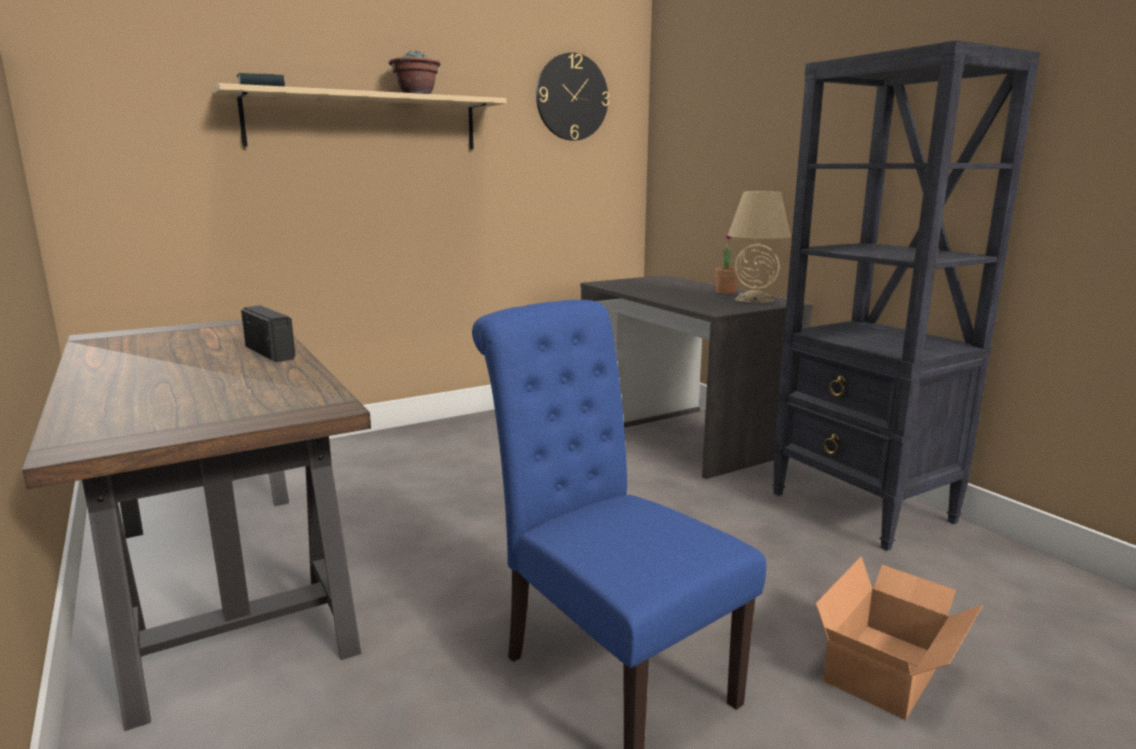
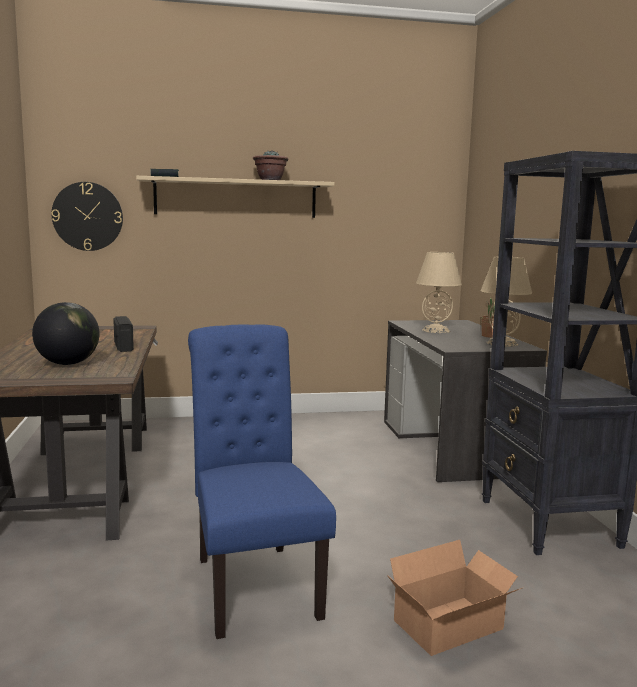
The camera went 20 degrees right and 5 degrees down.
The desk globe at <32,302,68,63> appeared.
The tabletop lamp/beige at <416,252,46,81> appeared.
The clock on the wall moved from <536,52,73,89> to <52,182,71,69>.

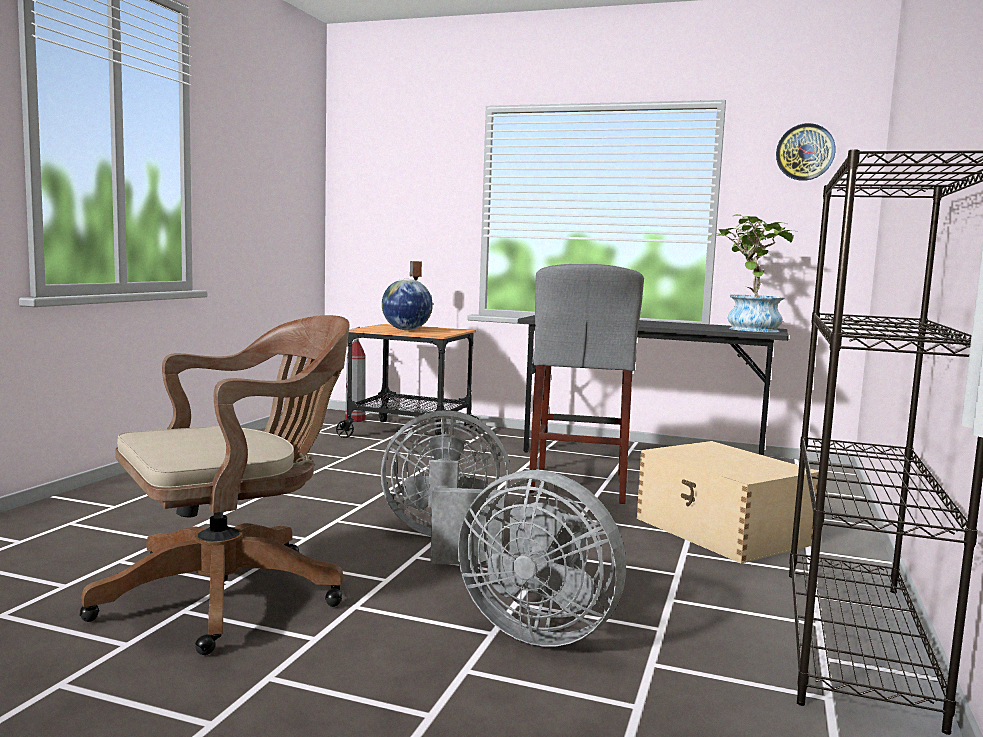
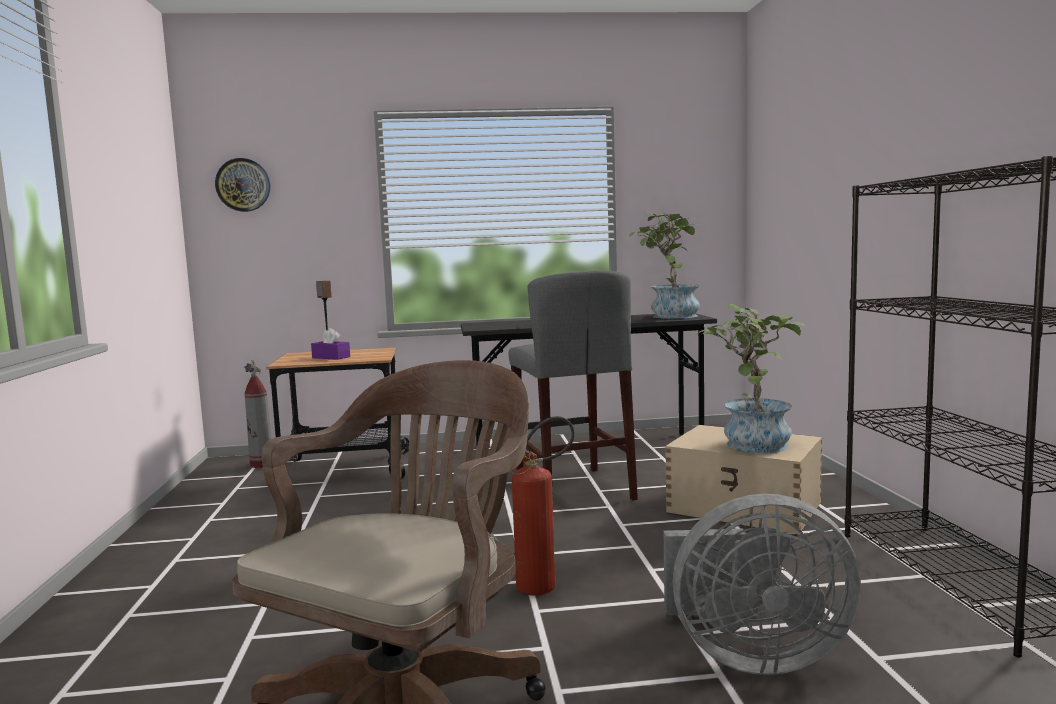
The camera went 25 degrees left and 0 degrees up.
The houseplant at <695,304,110,149> appeared.
The clock on the wall moved from <776,123,59,58> to <215,158,55,54>.
The fan/grey at <381,410,130,156> was replaced by the fire extinguisher at <511,416,64,180>.
The desk globe at <382,279,51,51> was replaced by the box of tissues/purplish at <311,328,39,32>.

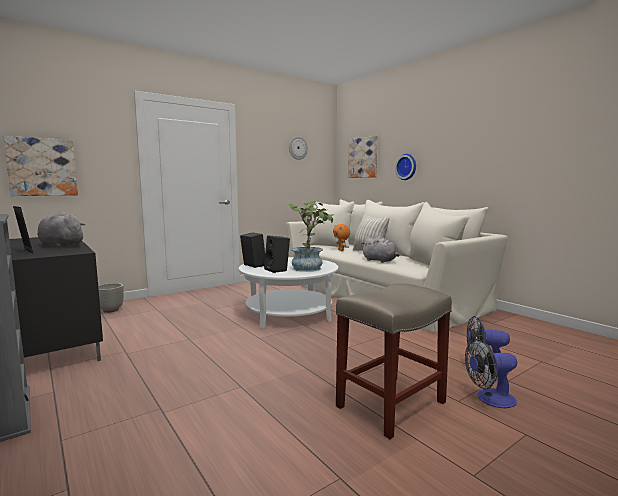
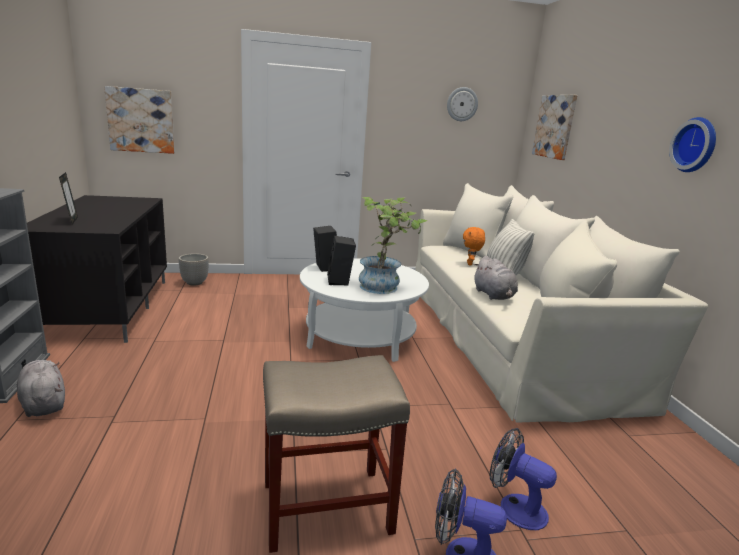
The camera went 25 degrees right and 10 degrees up.
The soft toy/grey moved from <37,212,48,36> to <17,360,48,57>.
The clock on the wall moved from <395,154,21,26> to <669,117,47,55>.

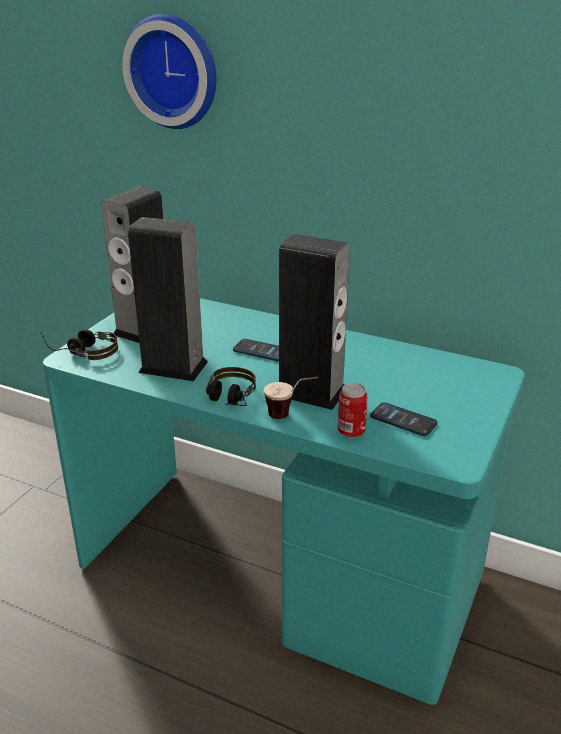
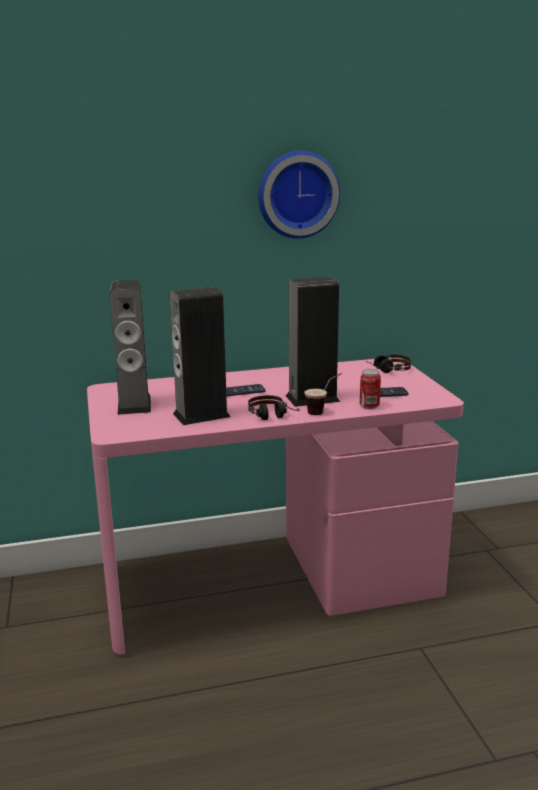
The camera went 40 degrees left and 10 degrees down.
The headset moved from <40,329,78,31> to <366,354,45,19>.
The clock on the wall moved from <122,14,94,115> to <258,150,82,89>.
The desk/blue-green at <43,298,482,407> became the desk/pink at <87,357,377,298>.

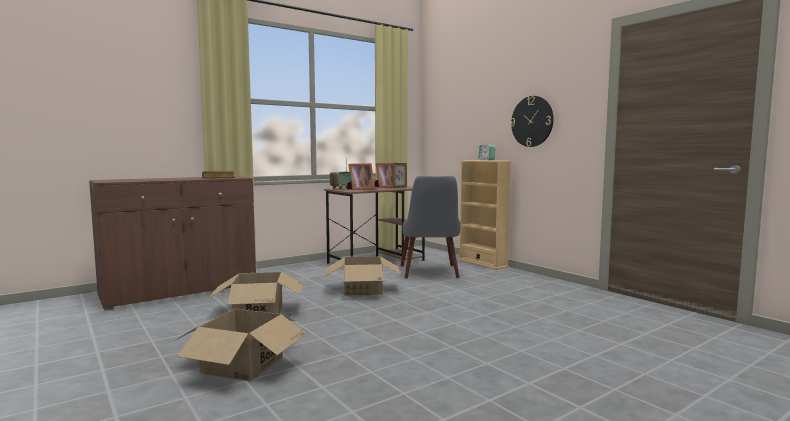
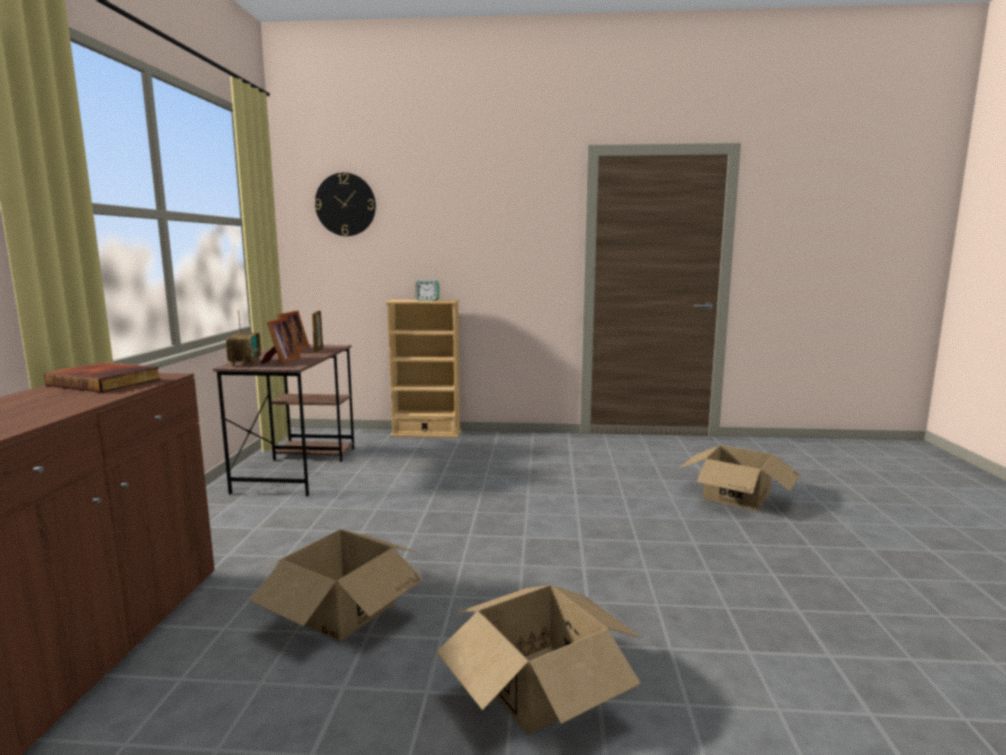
The camera went 50 degrees left and 5 degrees up.
The upright chair/grey at <401,175,60,104> disappeared.
The carton moved from <325,256,76,40> to <680,445,120,66>.
The clock on the wall moved from <510,96,44,51> to <314,173,62,63>.

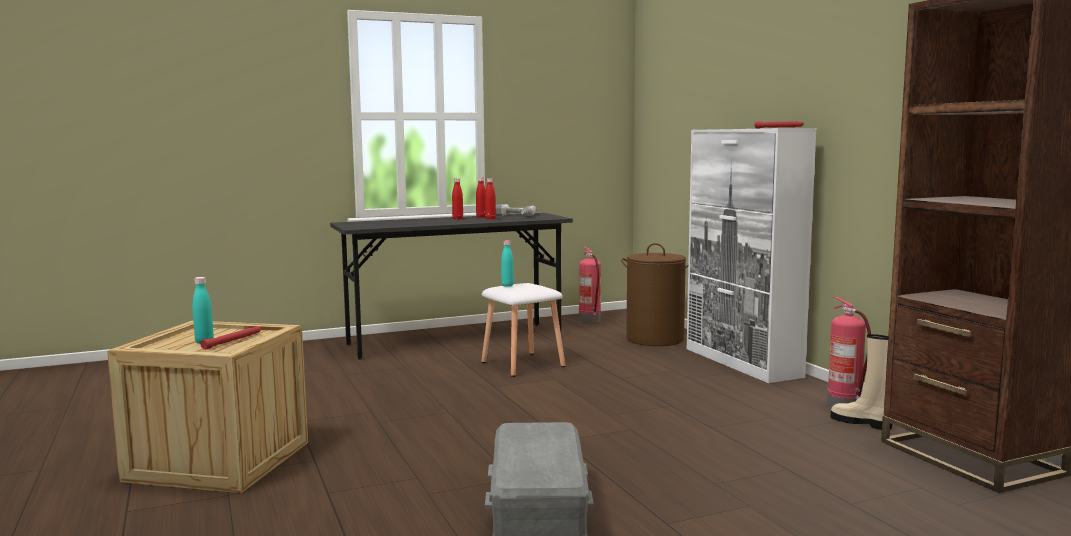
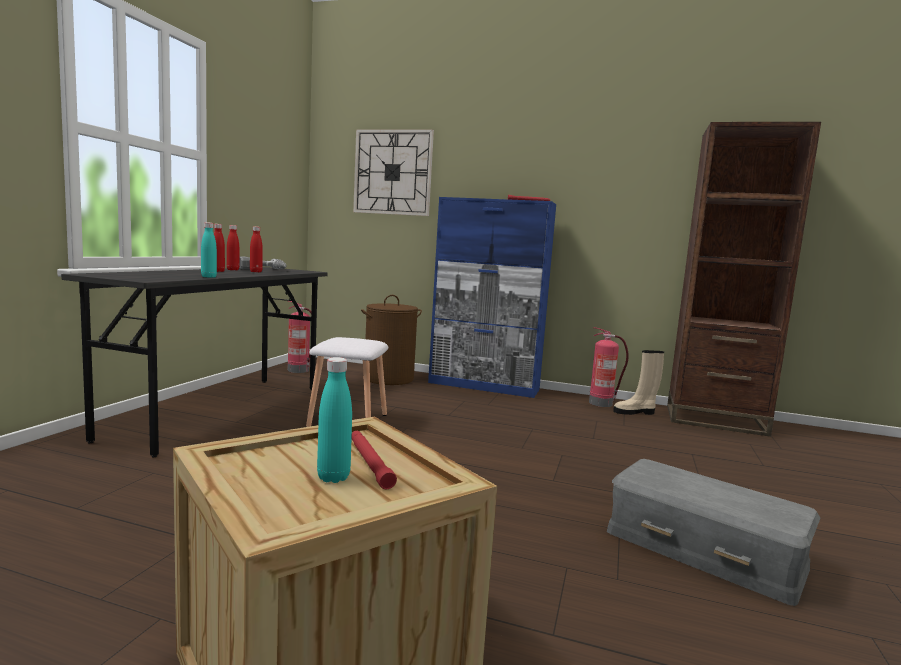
The camera went 50 degrees left and 0 degrees up.
The clock on the wall at <353,129,81,87> appeared.
The beverage bottle/blue-green moved from <501,240,13,47> to <201,222,16,56>.
The cupboard/white-coloured at <687,128,130,255> became the cupboard/bluish at <428,197,128,201>.

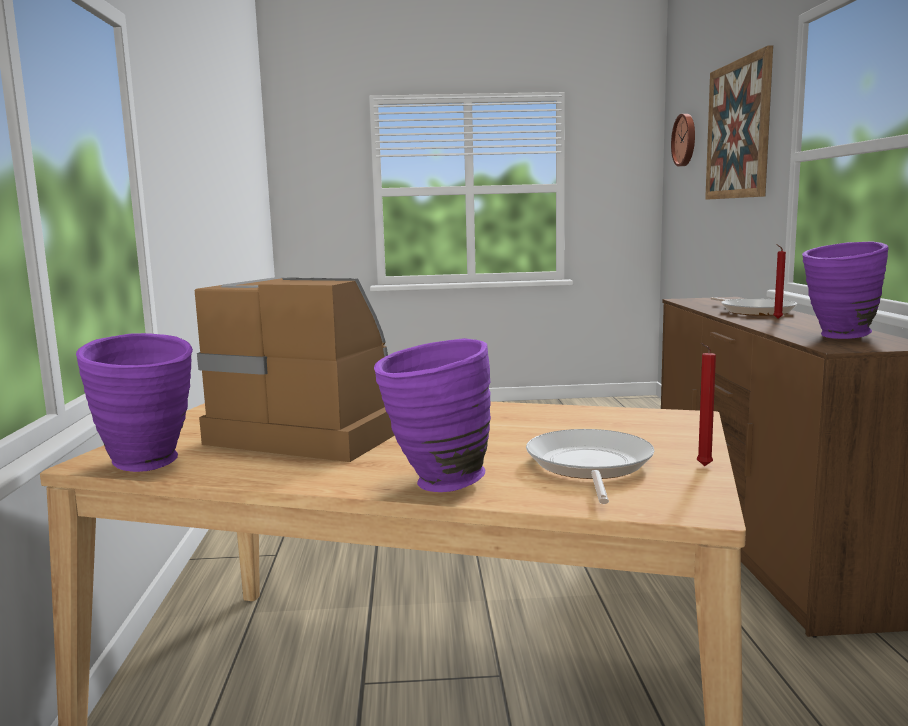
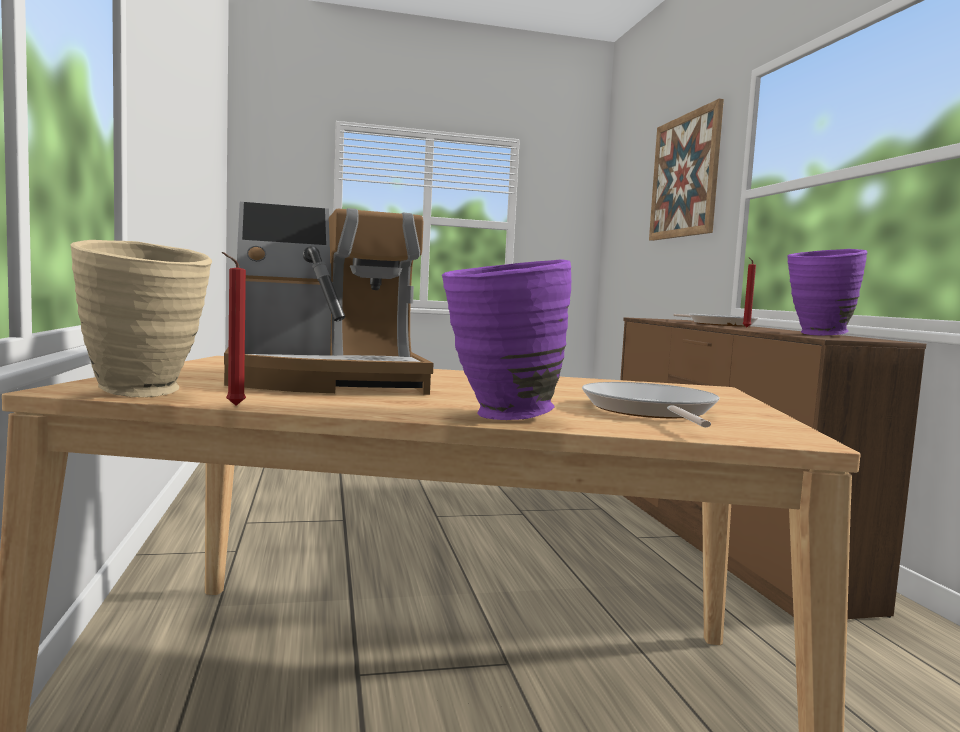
The camera went 10 degrees left and 5 degrees down.
The clock on the wall at <671,114,24,52> disappeared.
The wax candle/reddish moved from <697,343,19,123> to <222,252,24,154>.
The vase/purplish at <76,333,117,139> became the vase/beige at <70,240,142,157>.
The coffee maker at <195,277,200,185> turned 150 degrees clockwise.

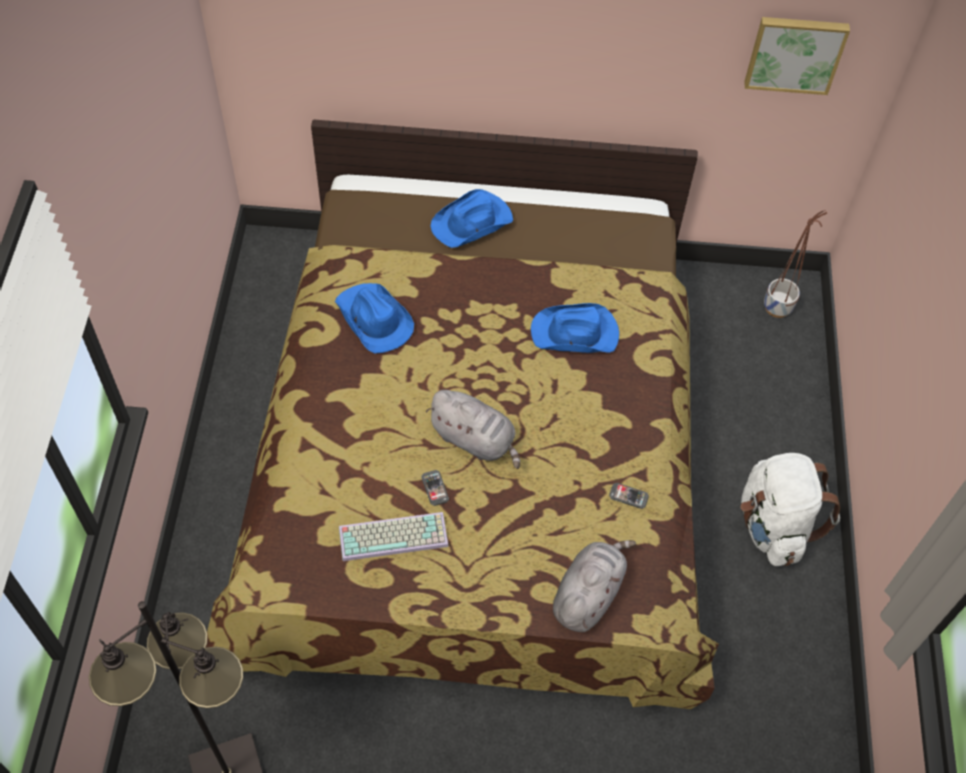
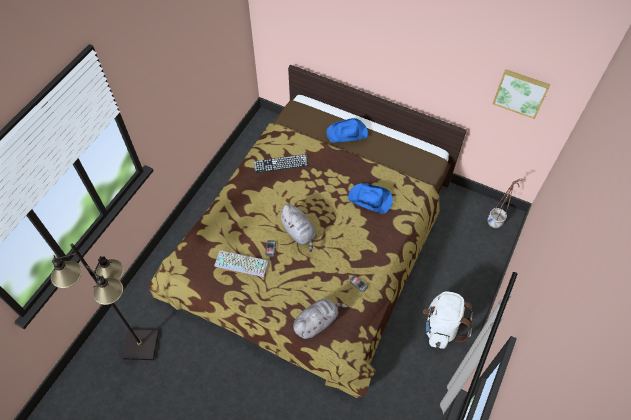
The camera went 25 degrees right and 0 degrees up.
The wearable hat/bluish at <335,283,79,71> was replaced by the computer keyboard at <254,154,54,19>.

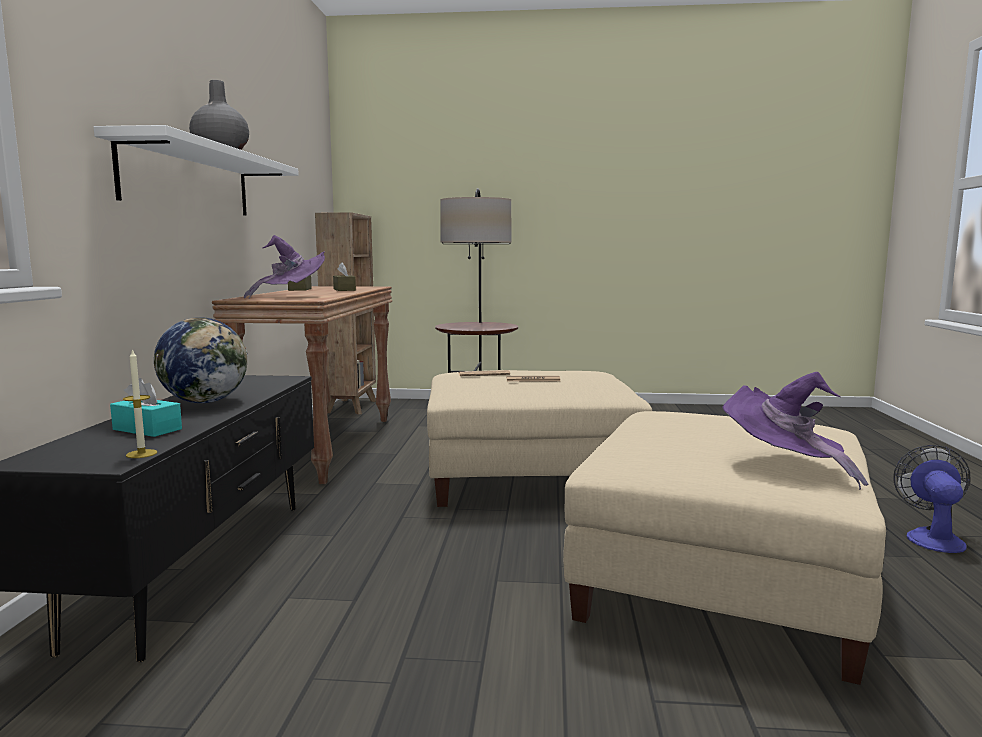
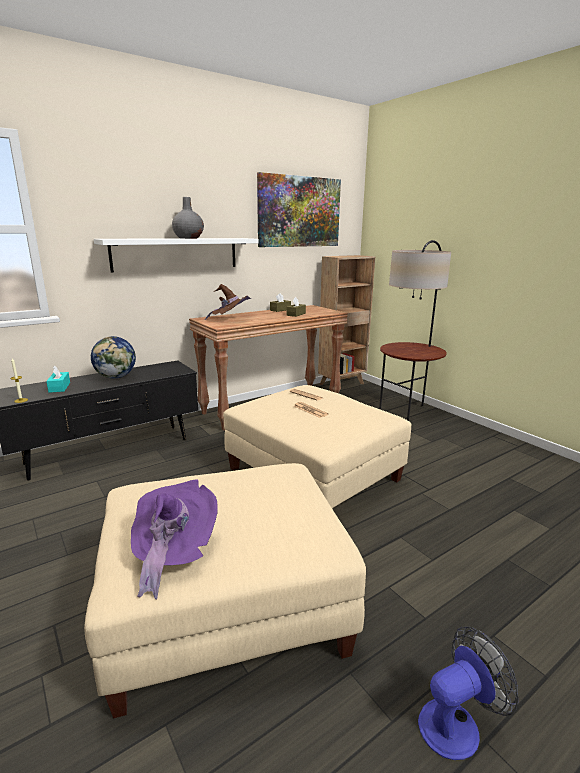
The camera went 50 degrees right and 10 degrees up.
The picture at <257,172,84,75> appeared.
The wearable hat/purplish at <244,235,81,64> became the wearable hat/brown at <205,284,46,36>.

